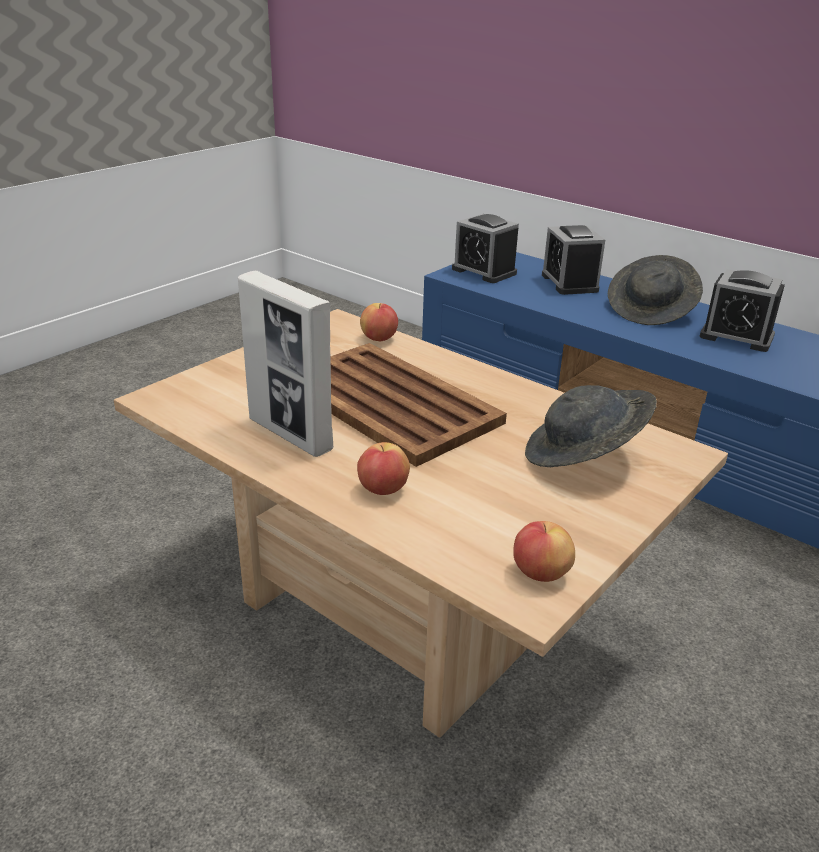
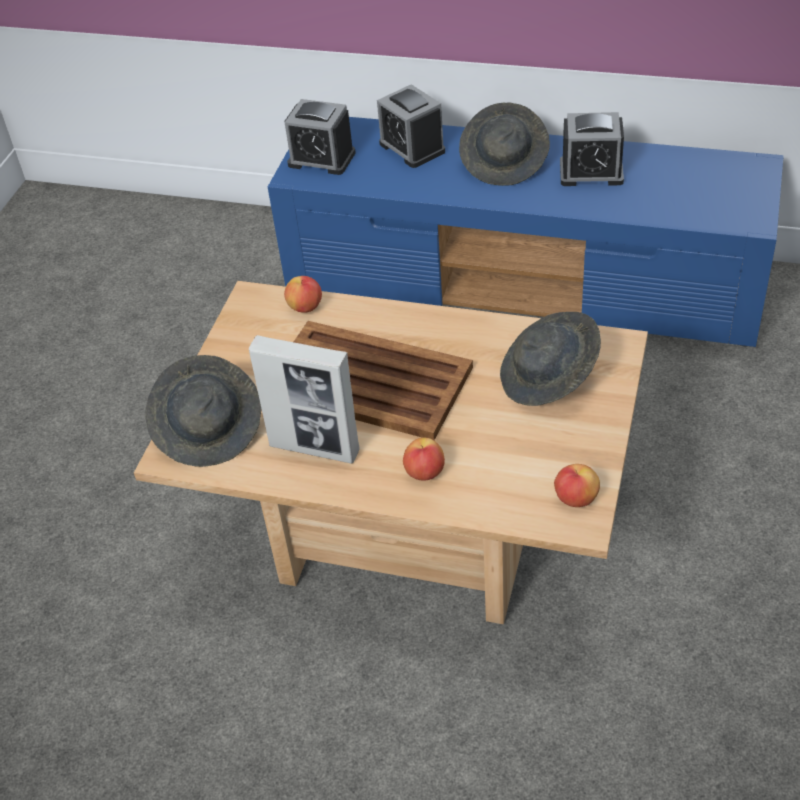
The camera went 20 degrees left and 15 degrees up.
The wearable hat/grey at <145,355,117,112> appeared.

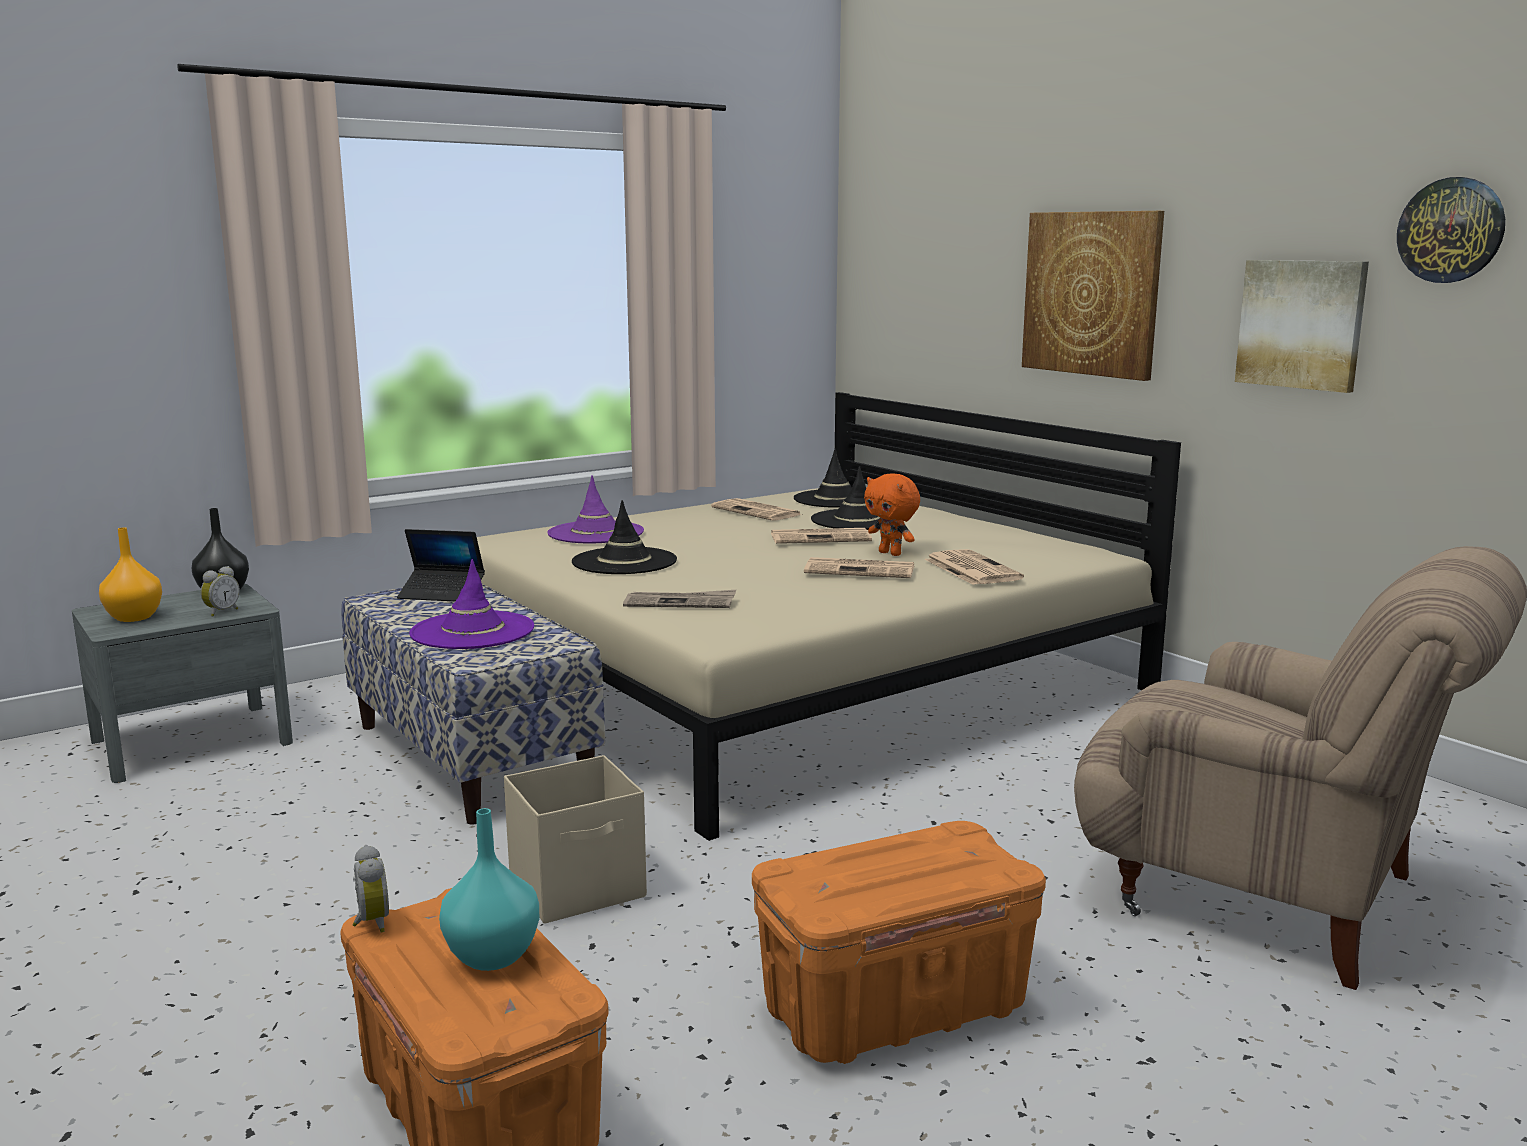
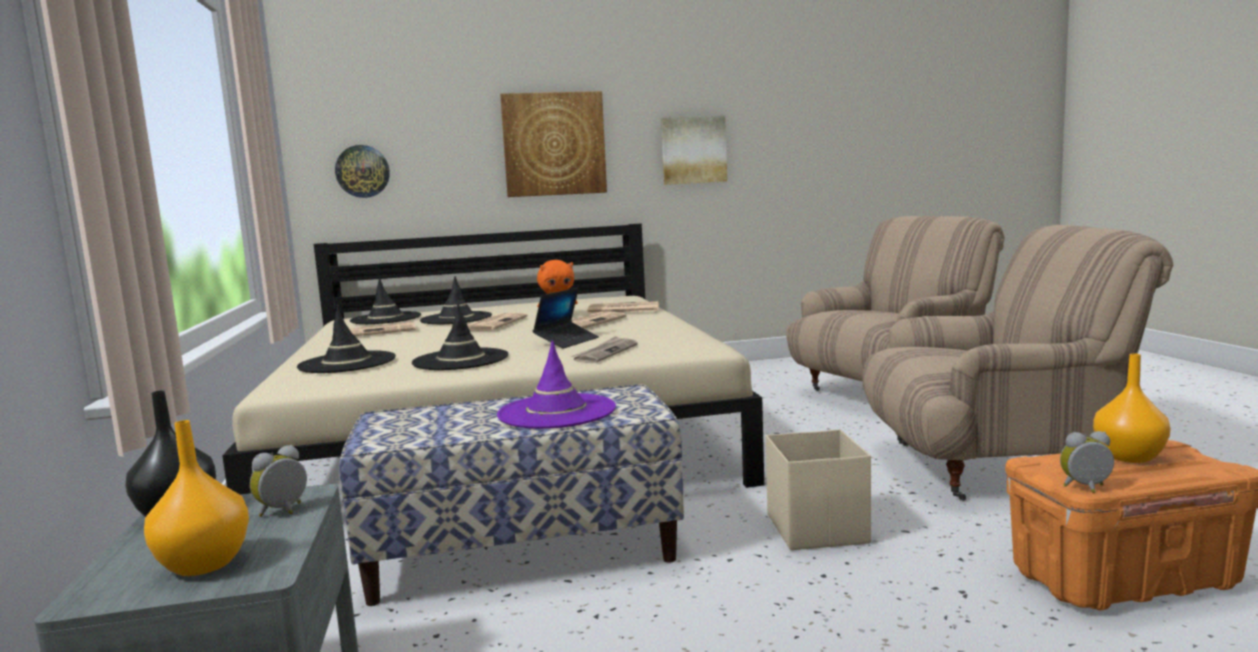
The camera went 65 degrees left and 5 degrees down.
The notebook computer moved from <397,529,88,73> to <533,288,66,61>.
The clock on the wall moved from <1397,177,108,106> to <335,145,55,53>.
The storage bin/orange at <752,821,294,243> was replaced by the lounge chair/beige at <862,225,311,276>.
The vase/blue-green at <439,808,100,163> became the vase/orange at <1093,353,78,110>.
The wearable hat/purplish at <547,476,97,67> became the wearable hat/black at <297,307,99,66>.
The bedside clock at <201,566,39,51> turned 105 degrees counterclockwise.

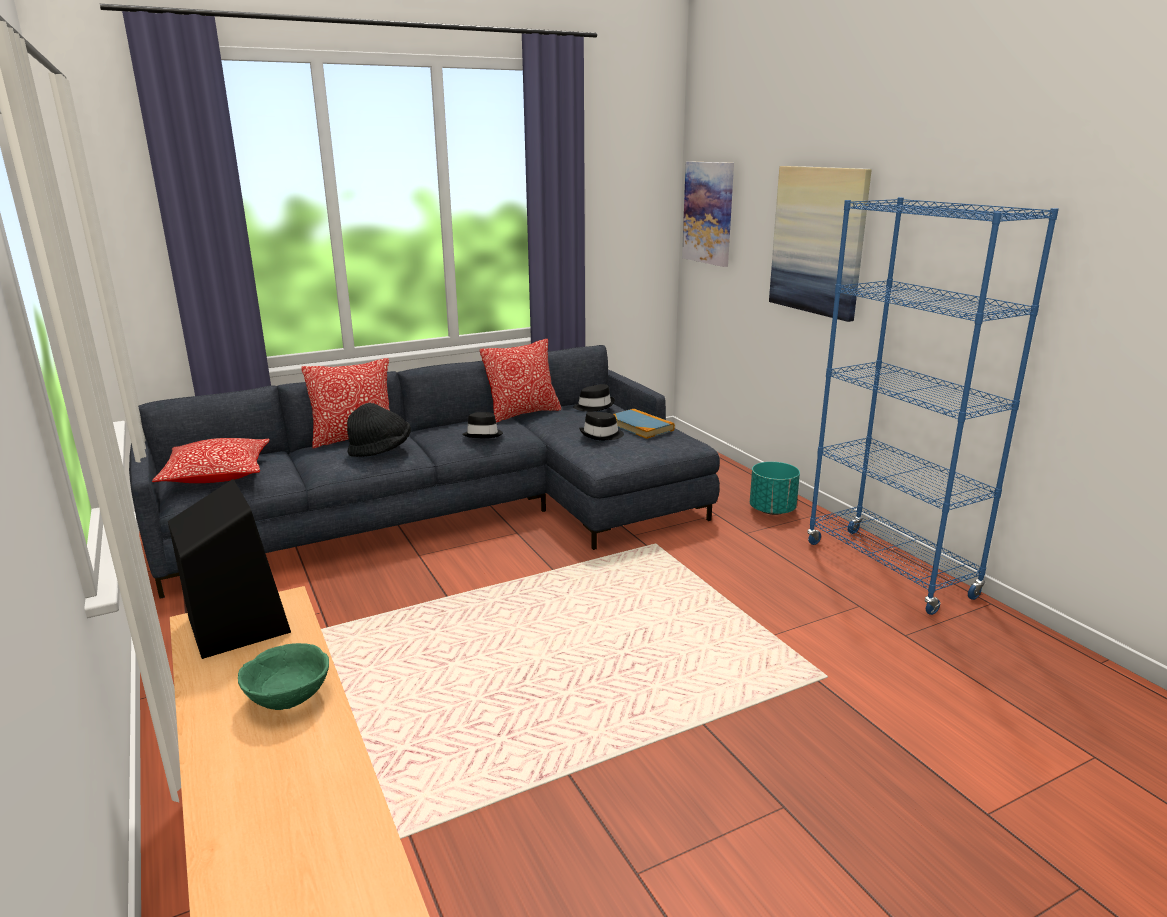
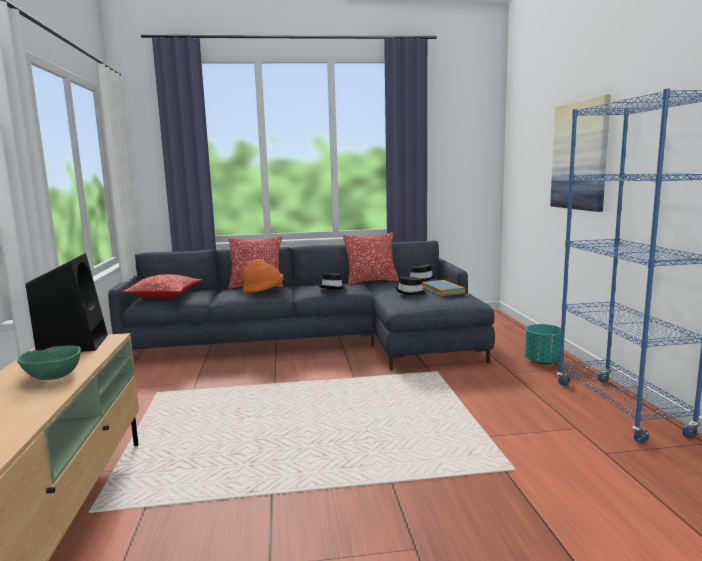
The camera went 20 degrees right and 10 degrees down.
The picture at <682,161,52,106> disappeared.
The wearable hat/black at <347,403,64,54> became the wearable hat/orange at <243,259,41,34>.

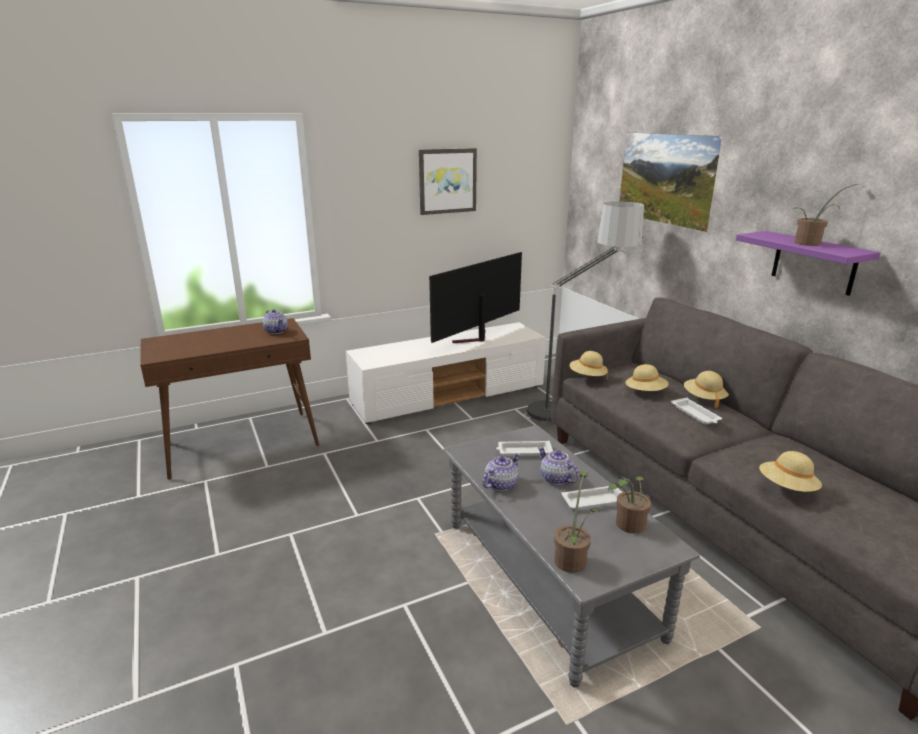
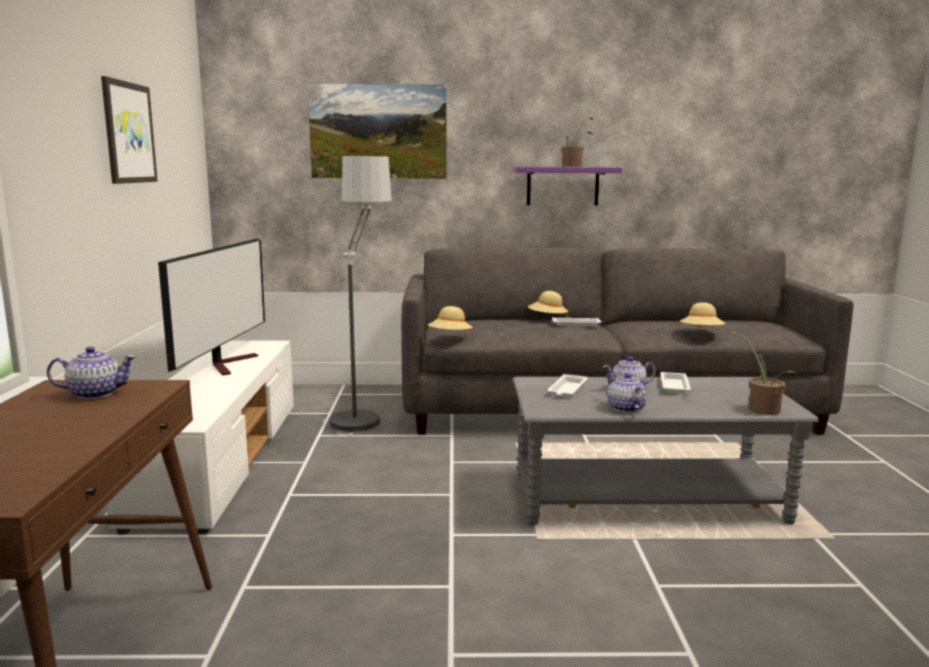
The camera went 65 degrees left and 10 degrees down.
The houseplant at <608,477,43,57> disappeared.
The wearable hat/beige at <625,364,44,27> disappeared.
The TV at <429,252,93,91> turned 150 degrees counterclockwise.

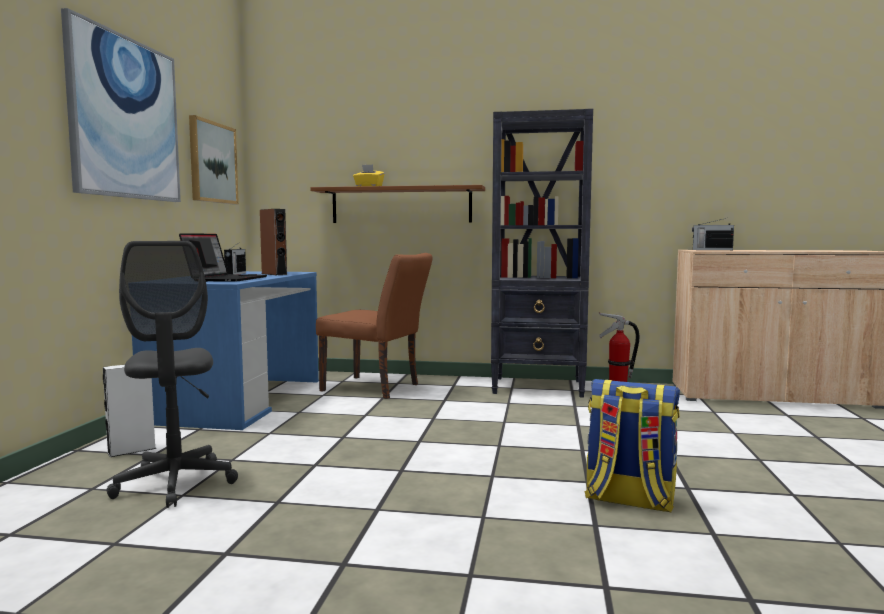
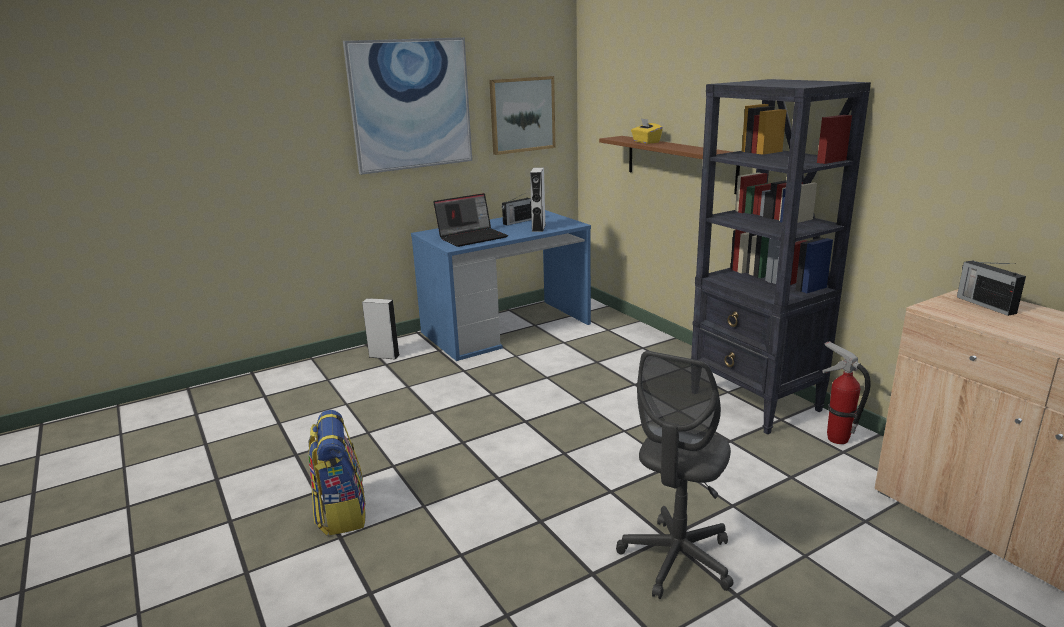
The camera went 50 degrees right and 15 degrees up.
The upright chair/brown at <316,253,117,146> disappeared.
The computer chair/grey moved from <107,241,131,267> to <616,351,117,248>.
The backpack moved from <585,379,95,134> to <308,410,58,125>.
The speaker/brown at <260,209,27,66> became the speaker/grey at <530,167,15,65>.

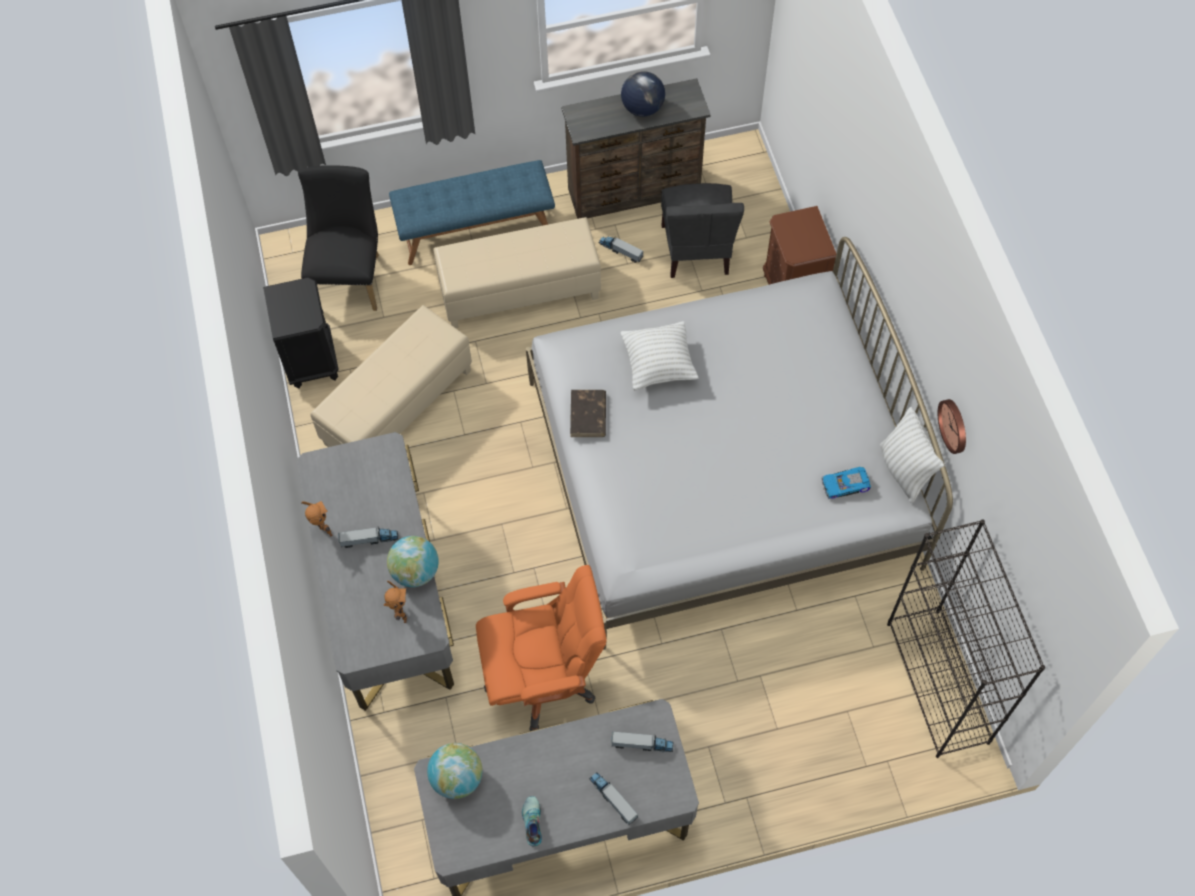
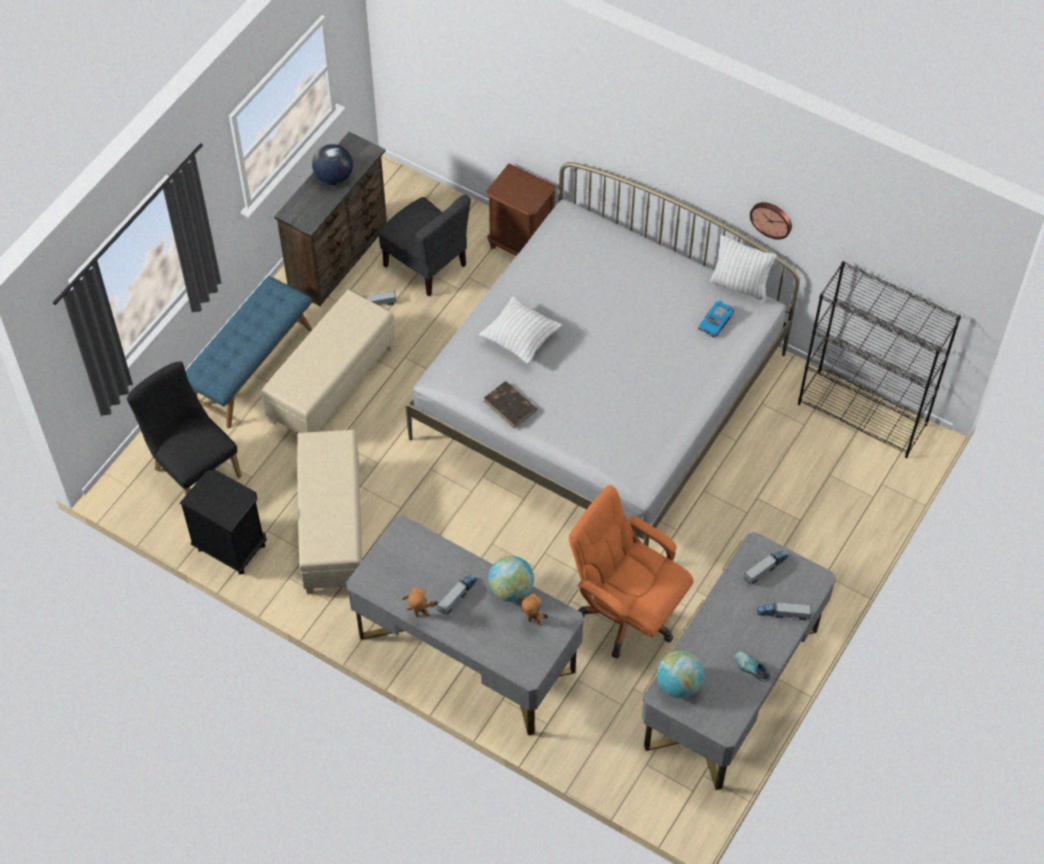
The camera went 45 degrees left and 5 degrees down.
The computer chair/orange at <476,565,130,166> turned 90 degrees counterclockwise.

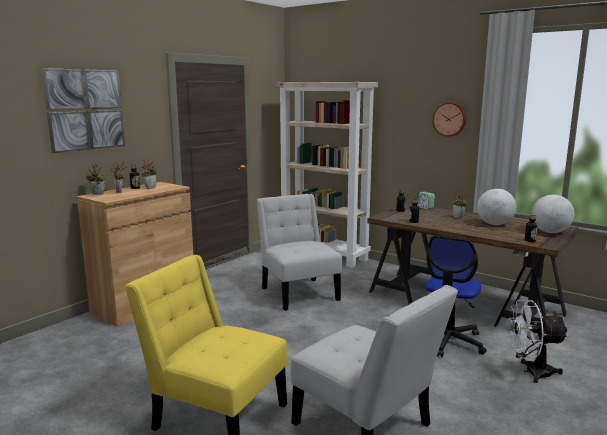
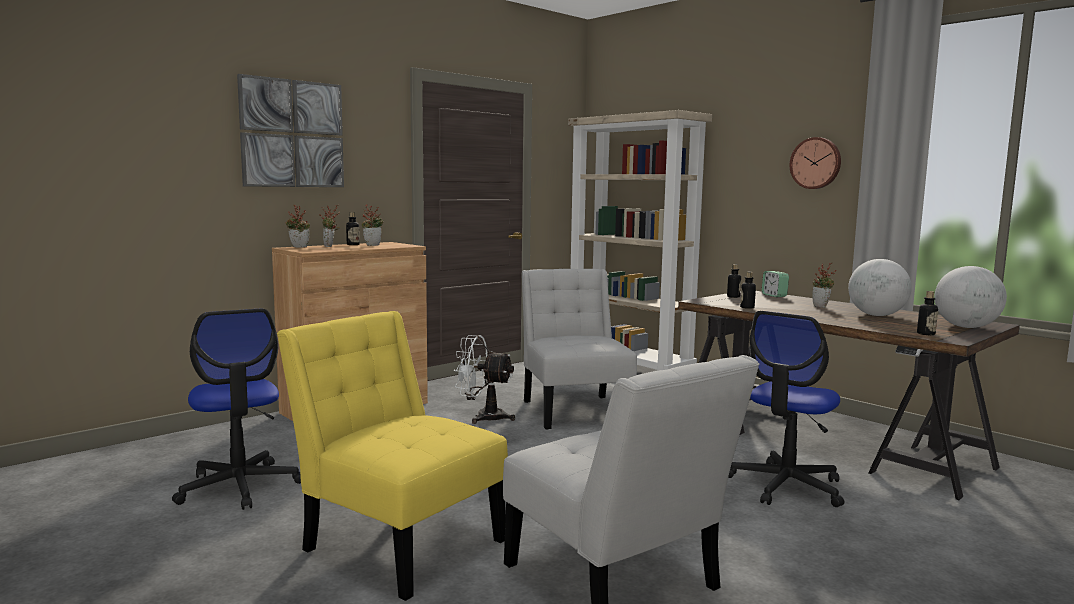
The camera went 10 degrees right and 5 degrees down.
The computer chair at <172,309,129,201> appeared.
The fan/white-coloured moved from <508,300,61,83> to <454,335,61,89>.

